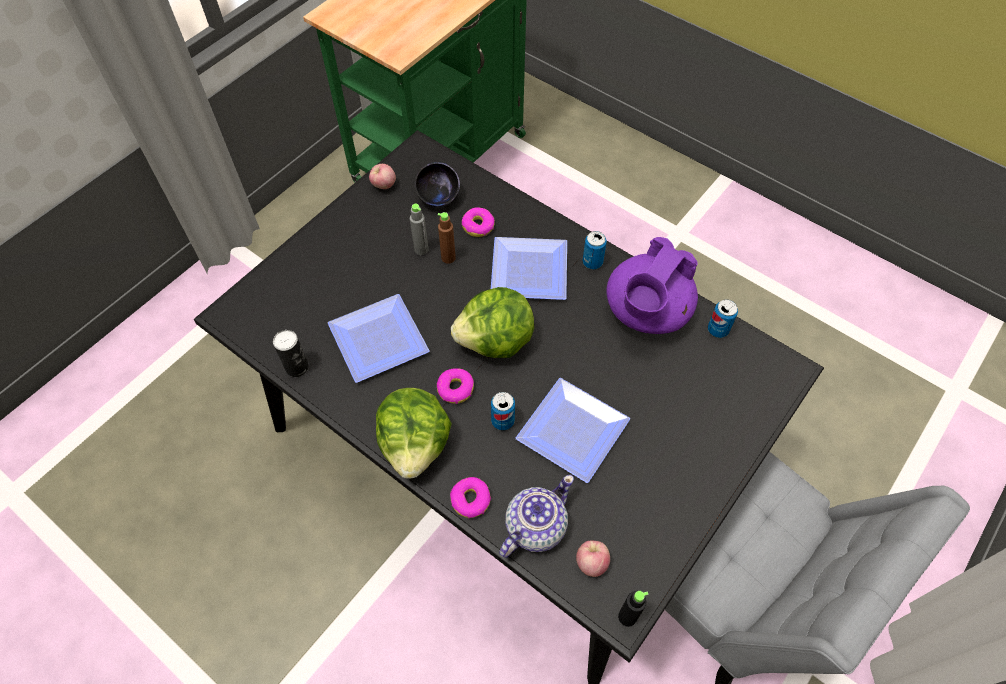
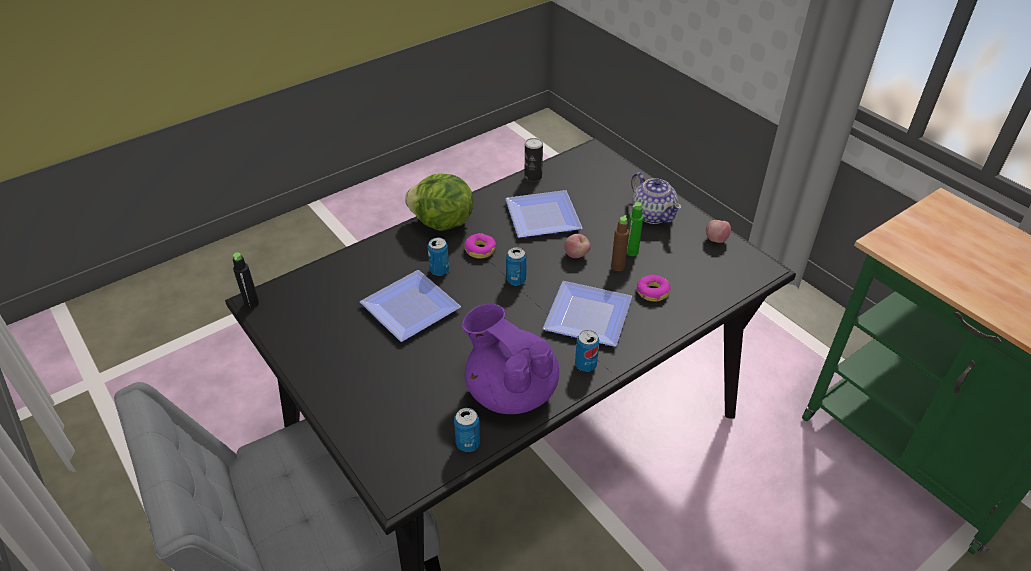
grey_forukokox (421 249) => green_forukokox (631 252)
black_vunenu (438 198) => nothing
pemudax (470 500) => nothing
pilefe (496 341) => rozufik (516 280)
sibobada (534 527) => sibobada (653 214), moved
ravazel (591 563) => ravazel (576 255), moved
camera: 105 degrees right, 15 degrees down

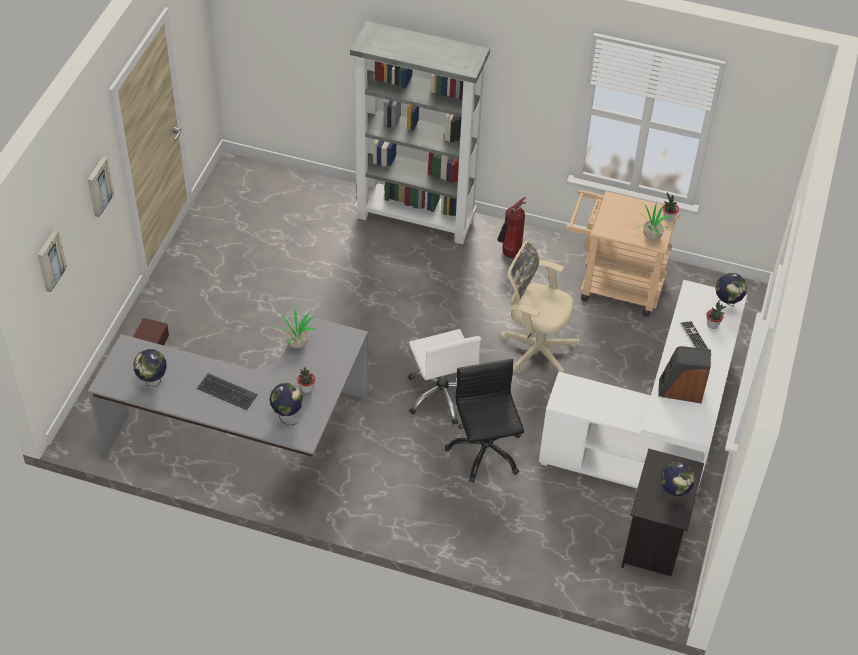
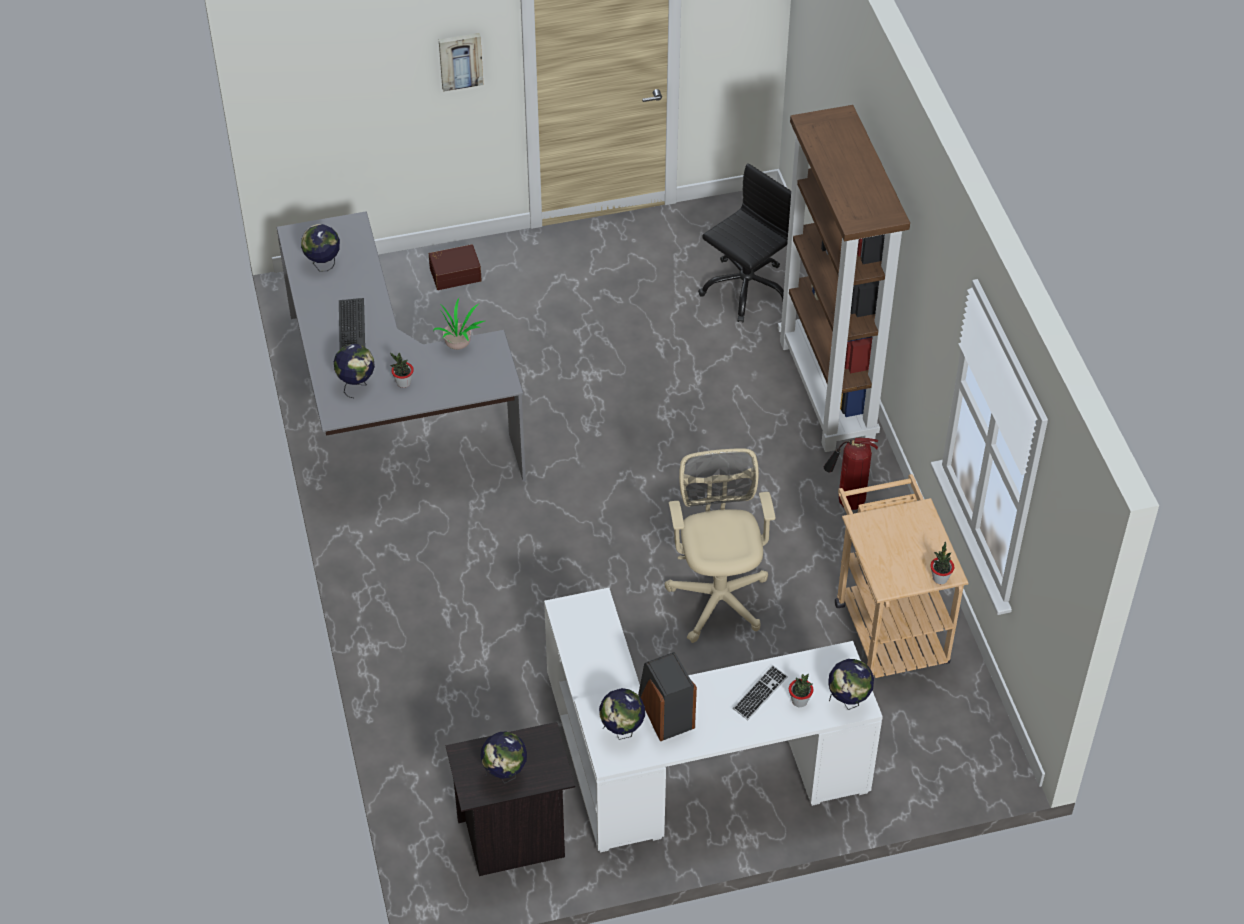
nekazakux (50 260) => nothing
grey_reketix (416 218) => brown_reketix (828 392)
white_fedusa (442 395) => nothing
black_fedusa (485 451) => black_fedusa (745 288), moved
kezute (650 236) => nothing
nothing => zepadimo (622 731)
camera: 60 degrees right, 0 degrees up

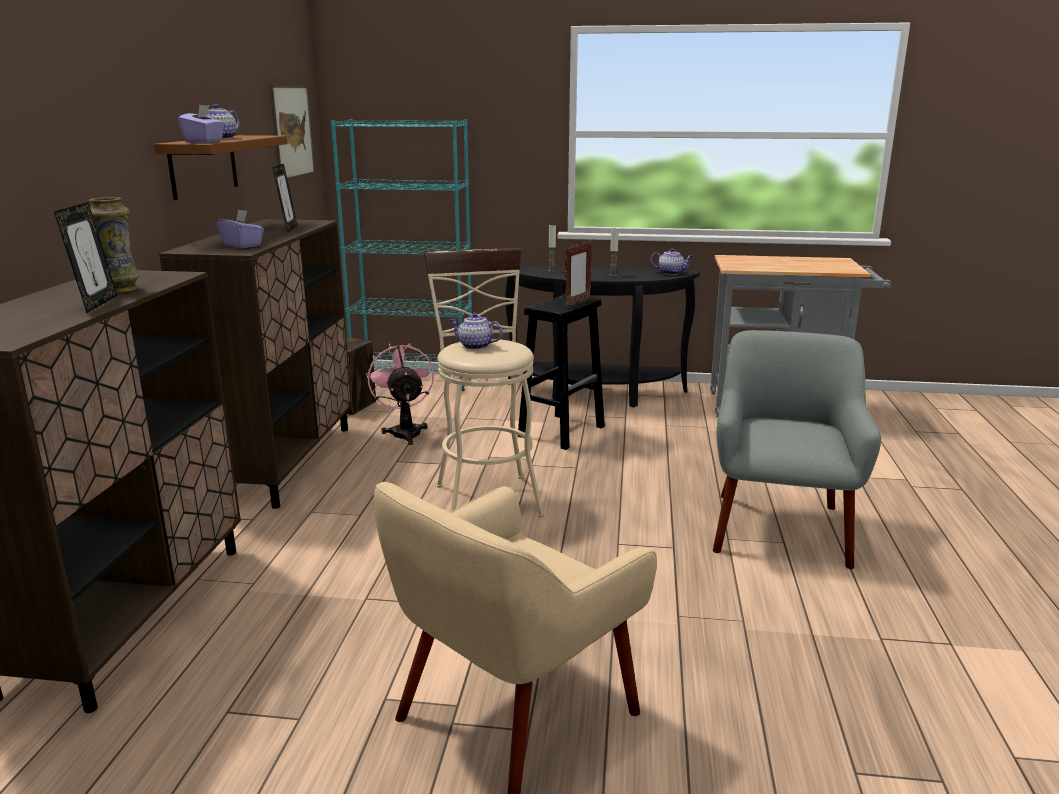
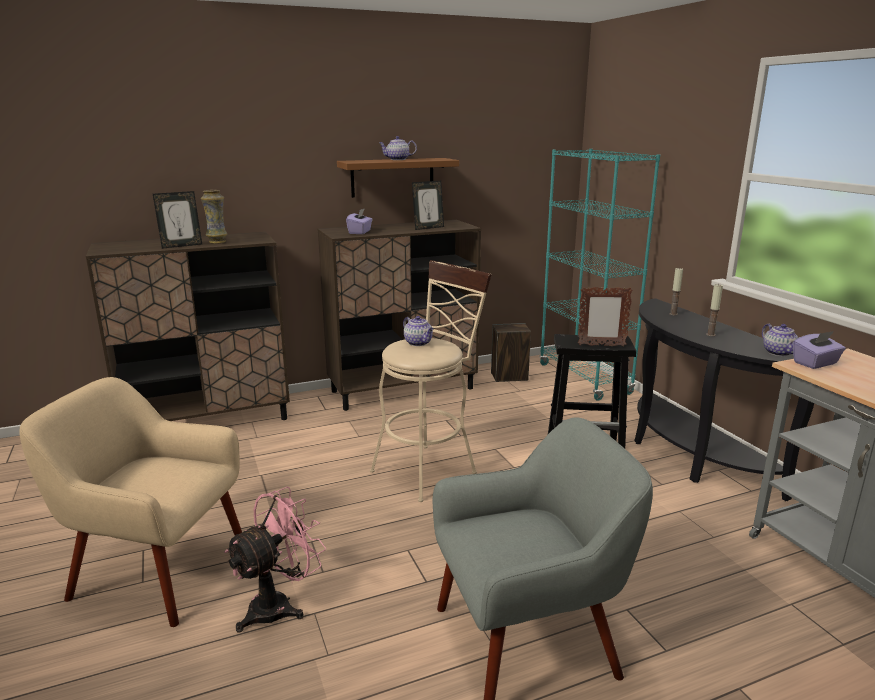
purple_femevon (204 142) => purple_femevon (815 363), moved
nekazakux (292 132) => nothing
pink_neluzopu (405 431) => pink_neluzopu (279 605), moved
sibobada (475 346) => sibobada (419 343), 150 degrees clockwise
camera: 60 degrees right, 0 degrees up

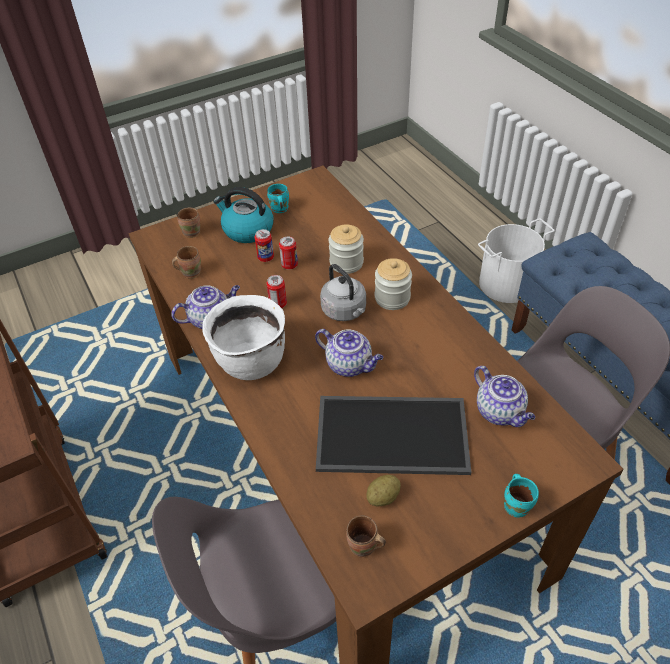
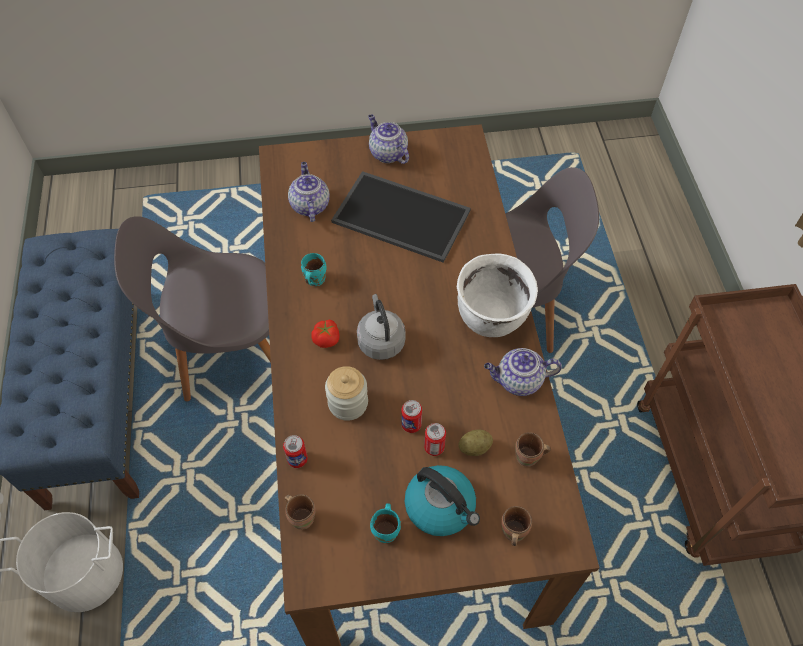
rozufik (278 304) => rozufik (297 459), moved
sibobada (350 365) => sibobada (387 153), moved
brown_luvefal (363 548) => brown_luvefal (302 516), moved
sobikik (383 497) => sobikik (474 447), moved
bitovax (392 298) => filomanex (327 339)
turquoise_luvefal (517 505) => turquoise_luvefal (314 279), moved
camera: 160 degrees left, 10 degrees up

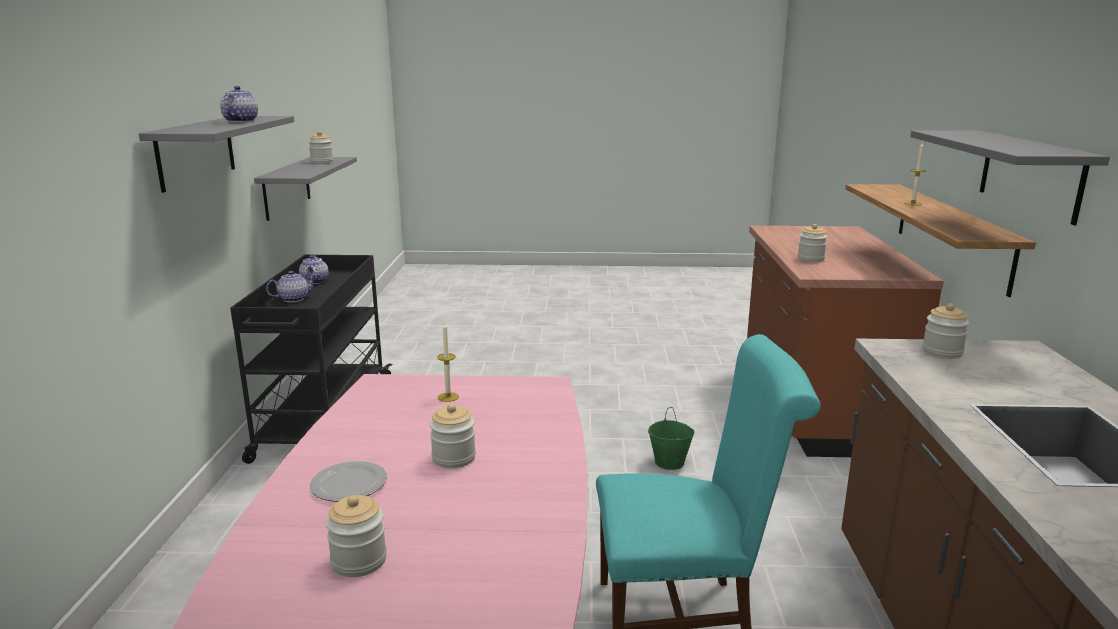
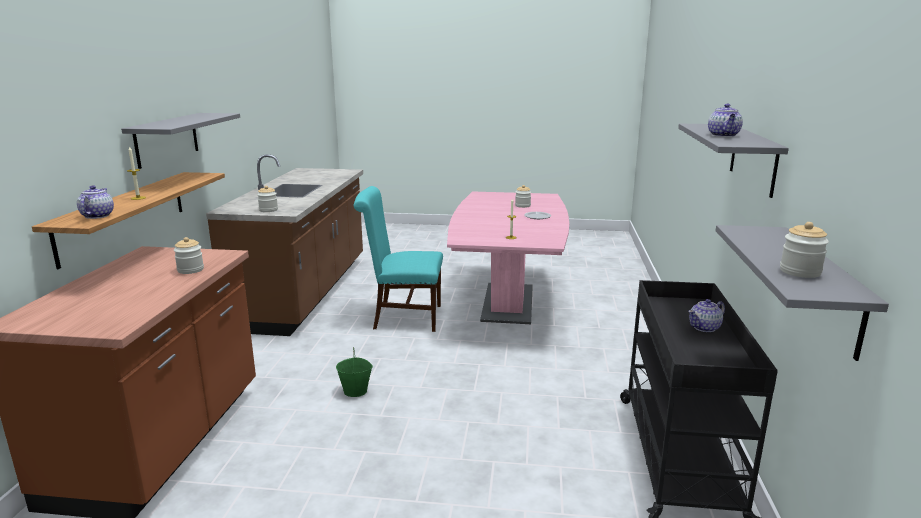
sibobada (315 281) => sibobada (97 216), moved
bitovax (453 458) => nothing
camera: 175 degrees left, 0 degrees up

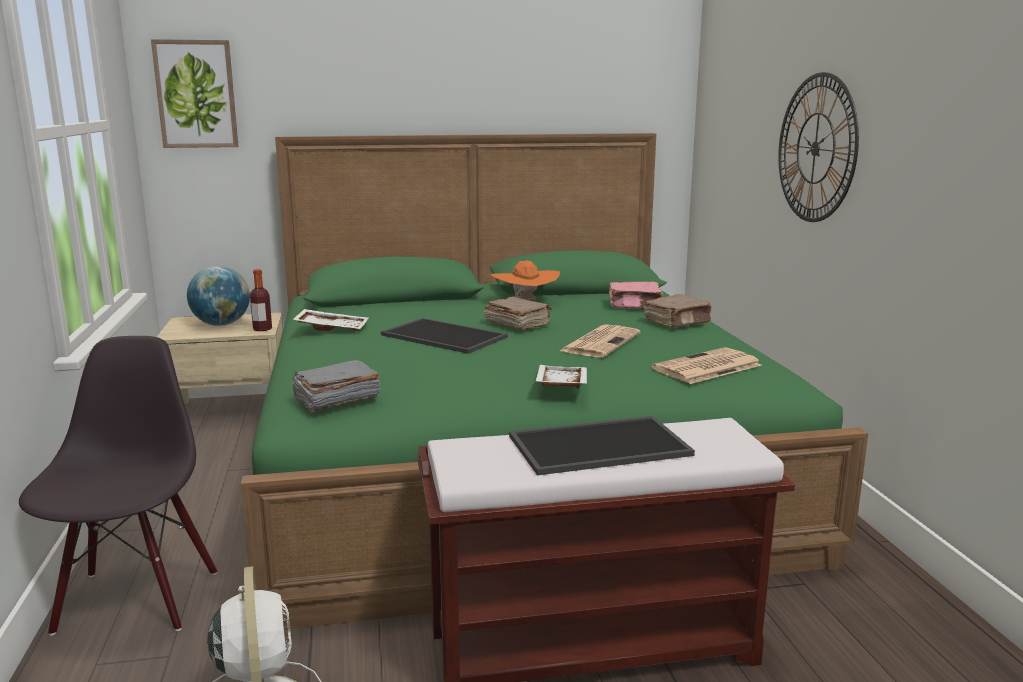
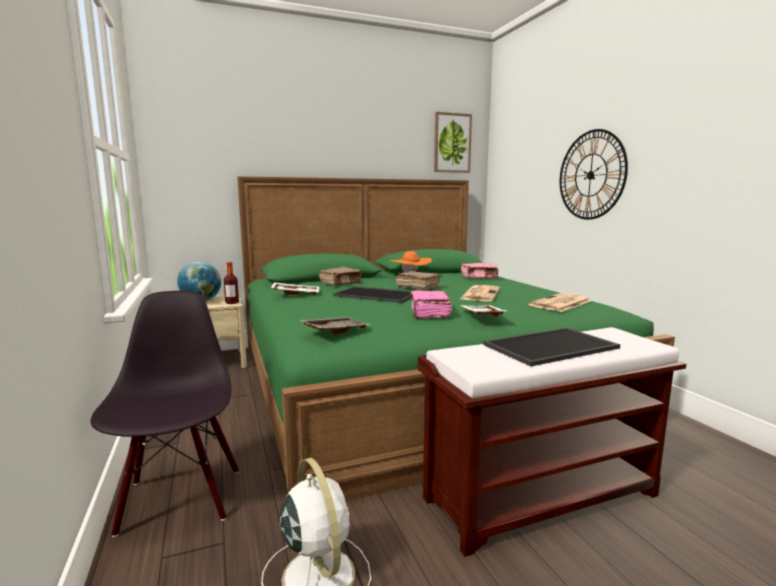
nekazakux (196 94) => nekazakux (452 143), moved
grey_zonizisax (335 399) => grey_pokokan (334 331)
brown_zonizisax (677 322) => brown_zonizisax (341 283), moved
nothing => pink_zonizisax (429 313)
camera: 10 degrees left, 5 degrees down

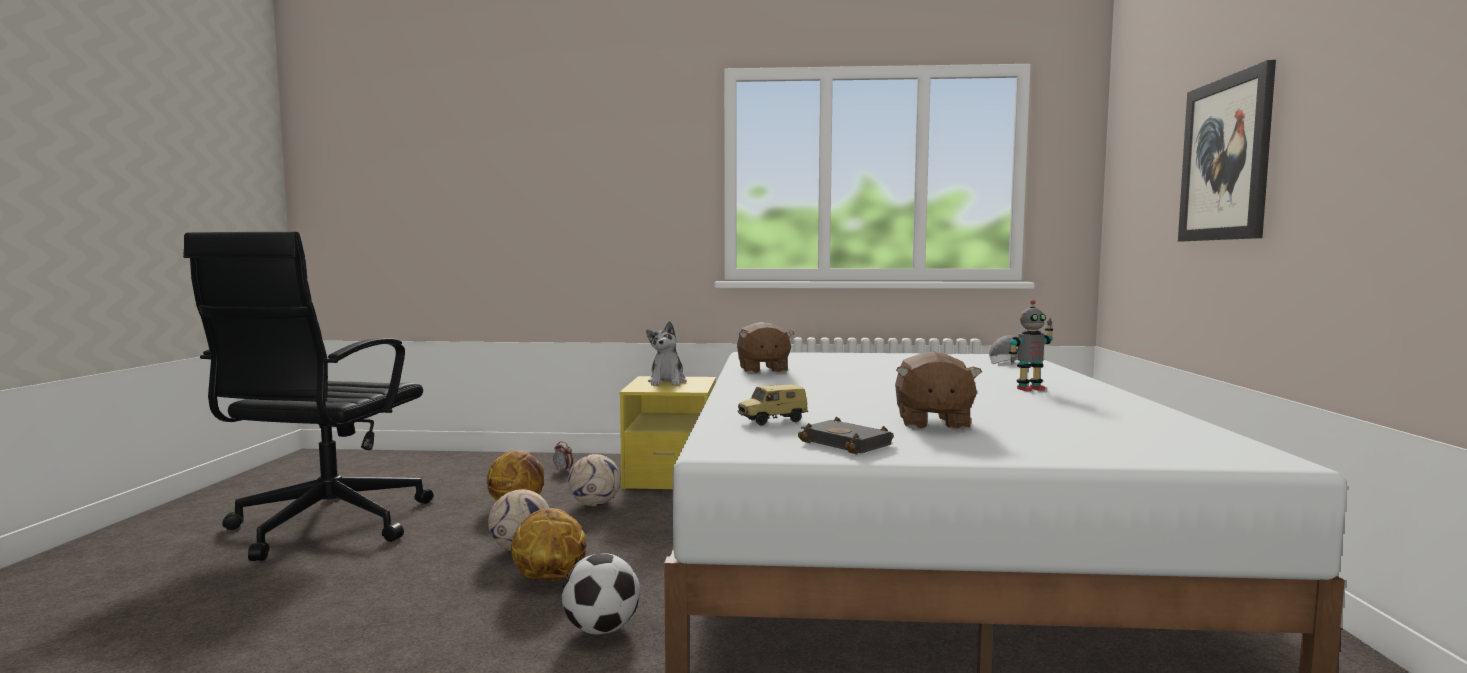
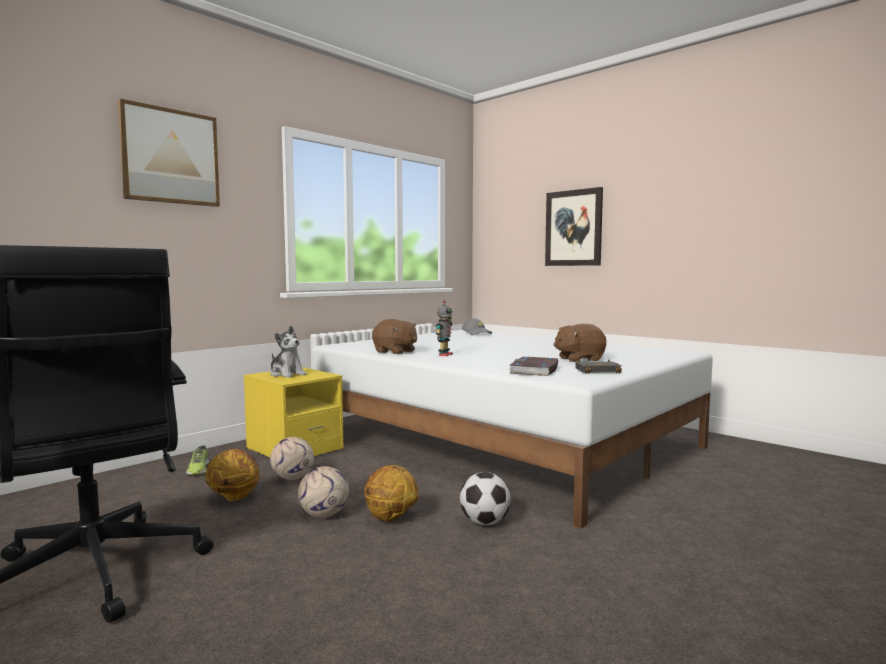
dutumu (563 470) => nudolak (198 469)
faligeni (773 421) => zonizisax (535 370)
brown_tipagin (932 422) => brown_tipagin (579 359), 120 degrees clockwise
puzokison (1029 389) => puzokison (444 355), moved
nothing => nekazakux (170 156)
camera: 50 degrees left, 0 degrees up

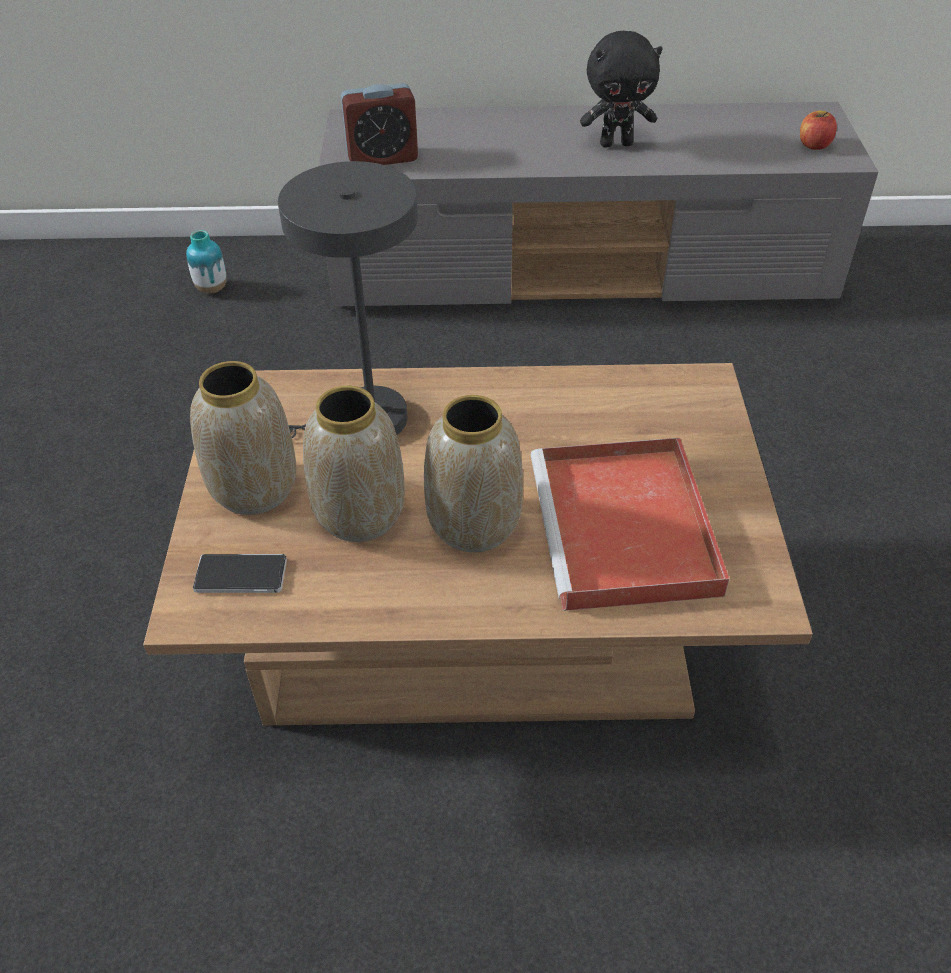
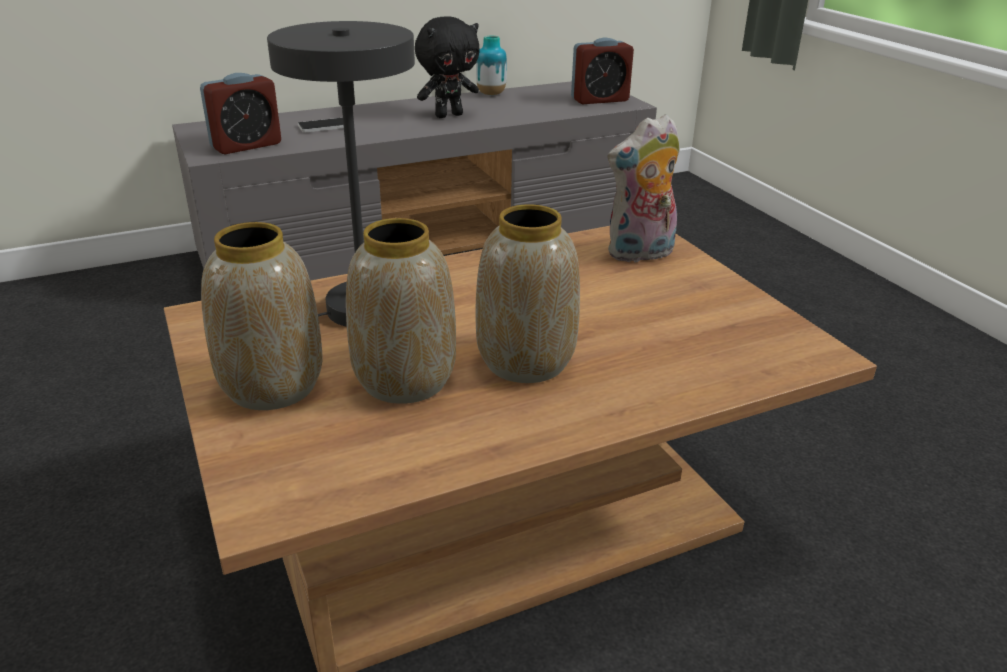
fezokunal (212 289) => fezokunal (491 94), moved
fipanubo (241 575) => fipanubo (324 127), moved
red_pokokan (626 531) => nothing
ravazel (814 145) => dutumu (599 100)
nothing => tipagin (640 254)
camera: 25 degrees left, 15 degrees down

